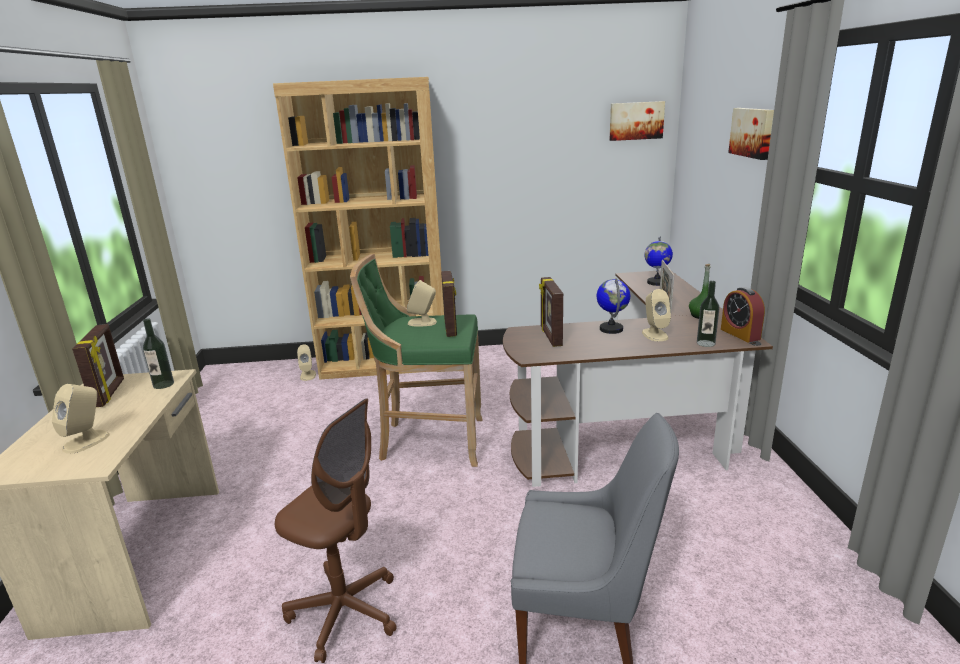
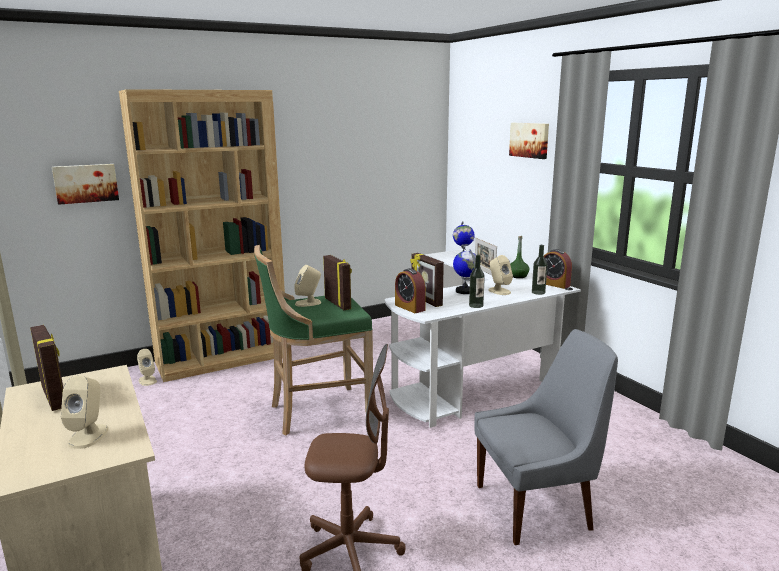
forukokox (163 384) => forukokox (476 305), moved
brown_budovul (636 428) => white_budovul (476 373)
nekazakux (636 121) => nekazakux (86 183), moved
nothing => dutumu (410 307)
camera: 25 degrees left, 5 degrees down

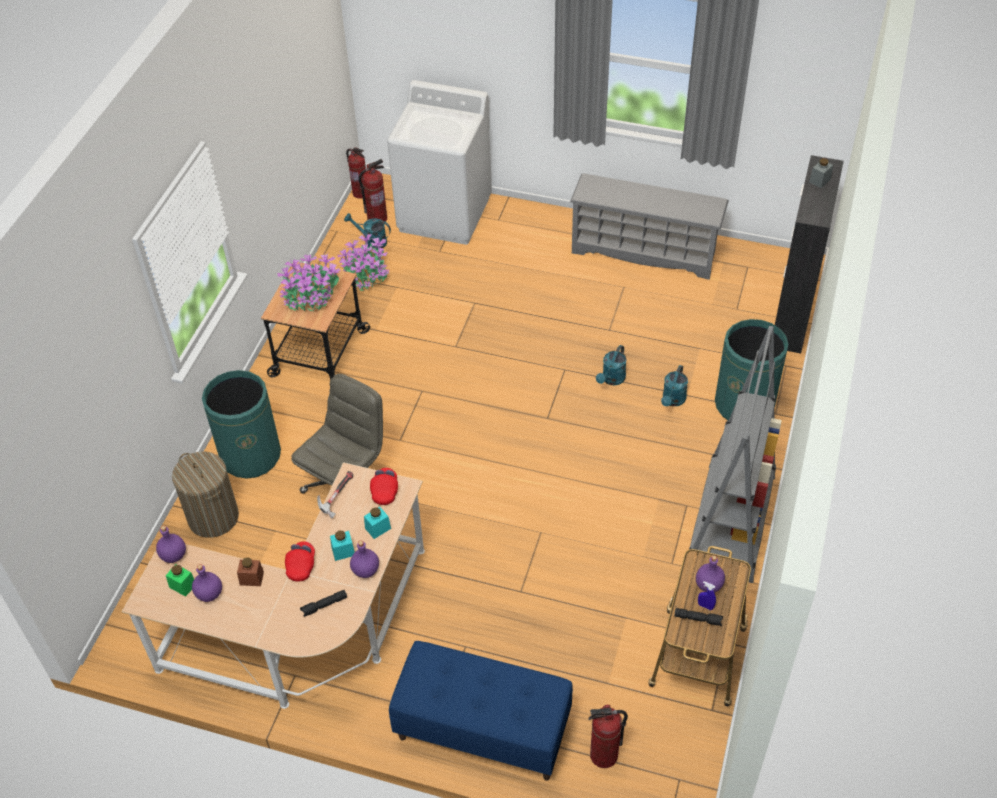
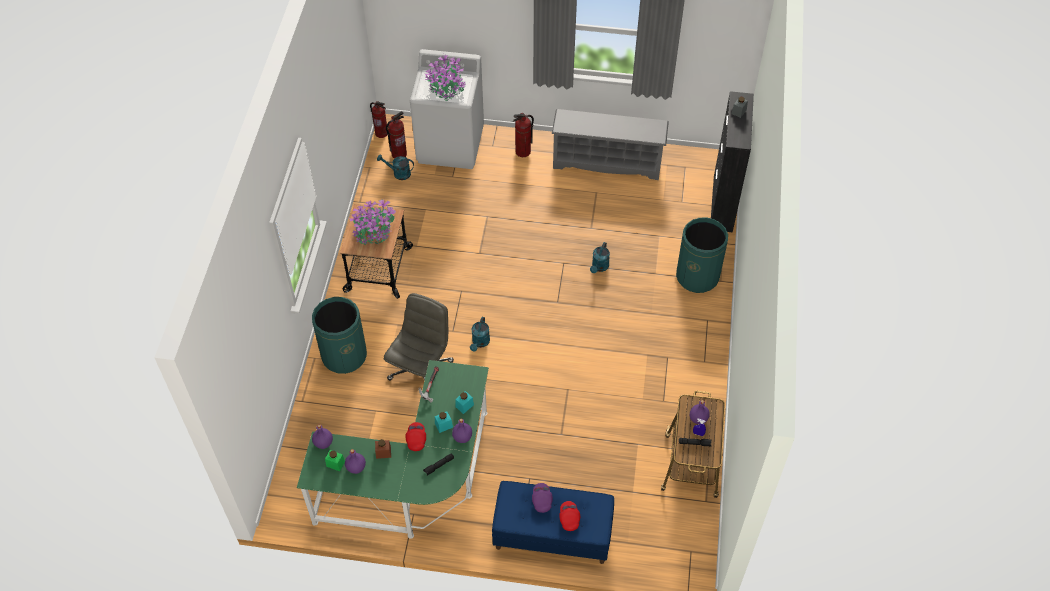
beige_budovul (307 633) => green_budovul (415 483)
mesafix (213 517) => nothing
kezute (366 275) => kezute (446 88), moved
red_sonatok (385 490) => red_sonatok (569 518), moved
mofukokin (604 755) => mofukokin (523 152), moved
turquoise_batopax (673 401) => turquoise_batopax (480 343), moved
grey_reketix (730 522) => nothing
nothing => purple_sonatok (542 500)
camera: 10 degrees left, 5 degrees up

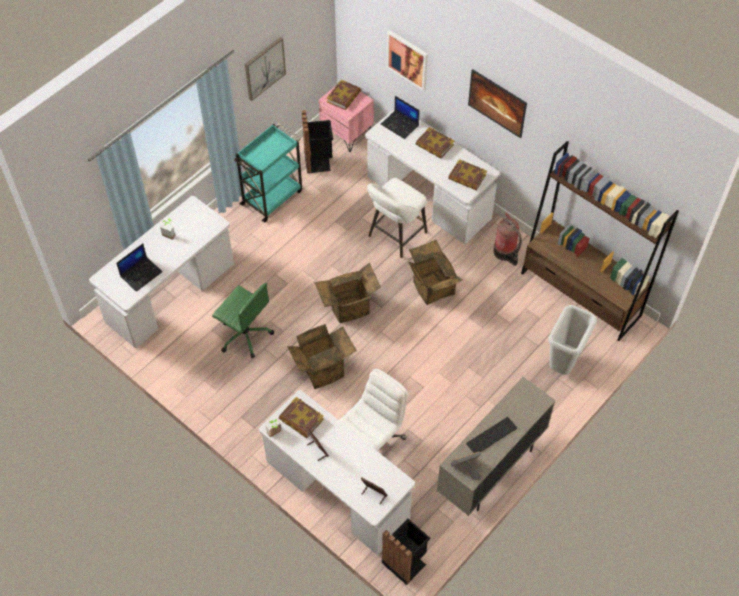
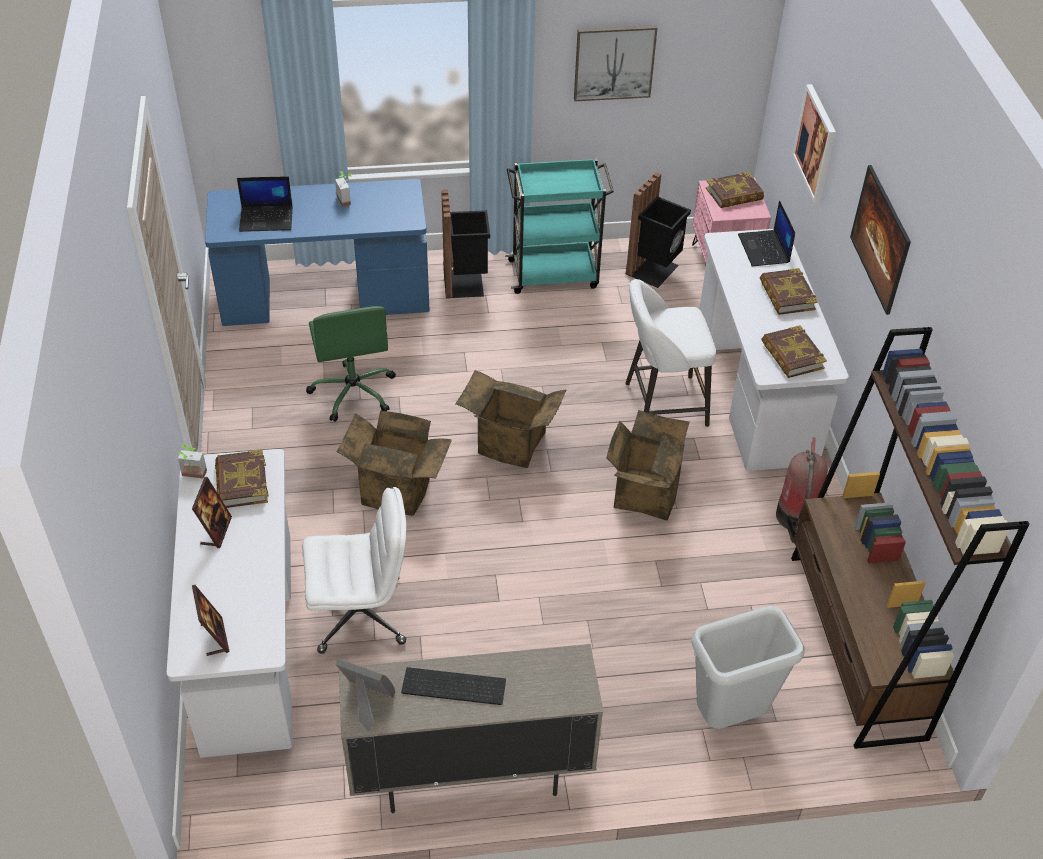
white_budovul (170 293) => blue_budovul (325 298)
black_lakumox (405 562) => black_lakumox (466 282), moved
camera: 40 degrees right, 10 degrees down

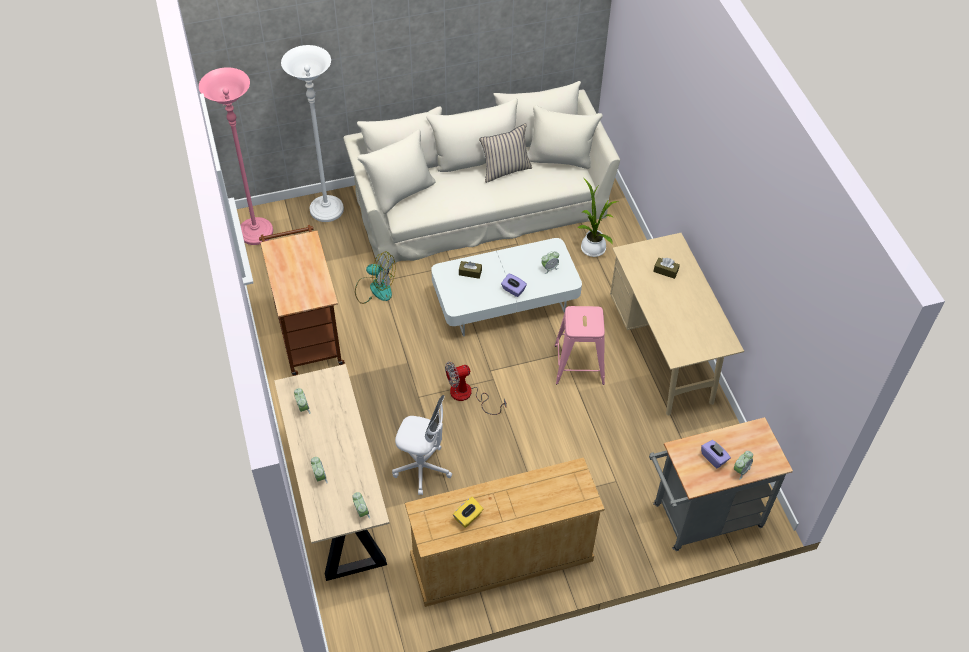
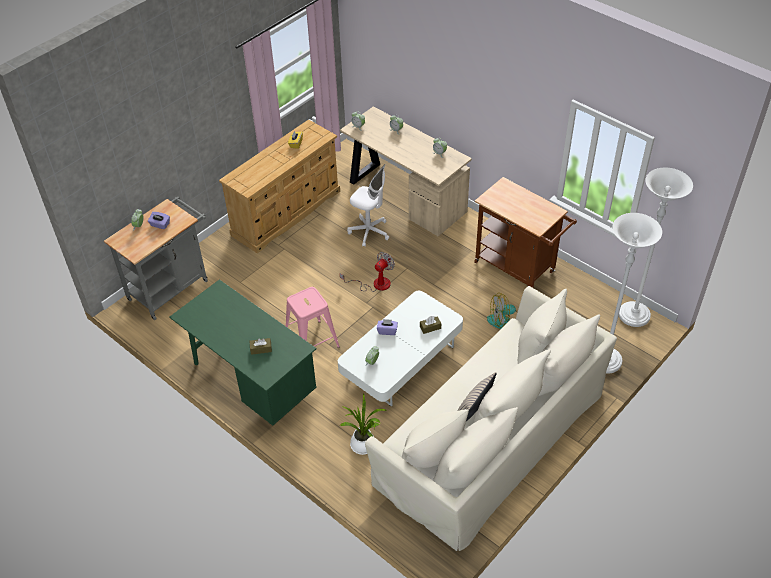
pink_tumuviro (256 233) => white_tumuviro (633 315)
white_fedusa (422 468) => white_fedusa (369 232), 135 degrees counterclockwise
beige_budovul (664 353) => green_budovul (251 383)
camera: 150 degrees right, 5 degrees down

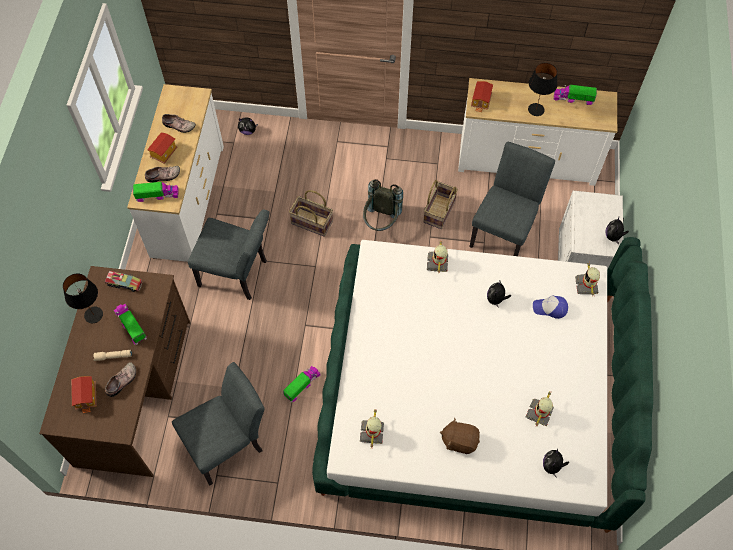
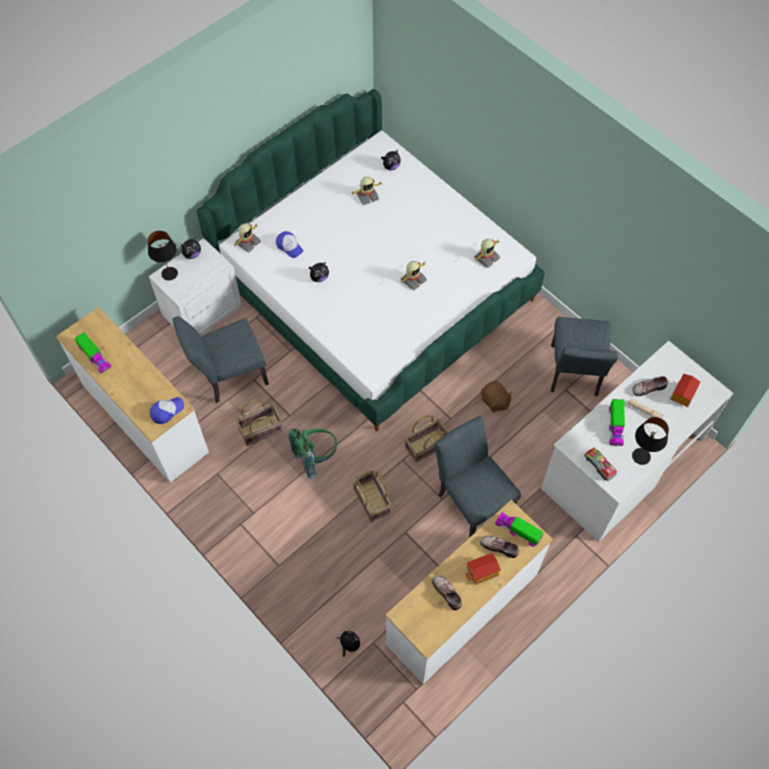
brown_budovul (135 391) => white_budovul (622 463)
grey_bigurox (229 443) => grey_bigurox (574 375), 90 degrees counterclockwise
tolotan (302 385) => nothing
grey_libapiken (381 222) => green_libapiken (316 456)
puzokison (438 263) => puzokison (413 280), moved
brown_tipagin (459 440) => brown_tipagin (494 401), moved
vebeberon (481 101) => sonatok (167 411)
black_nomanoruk (535 109) => black_nomanoruk (169 273), moved
nothing => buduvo (426 446)
camera: 140 degrees left, 0 degrees up

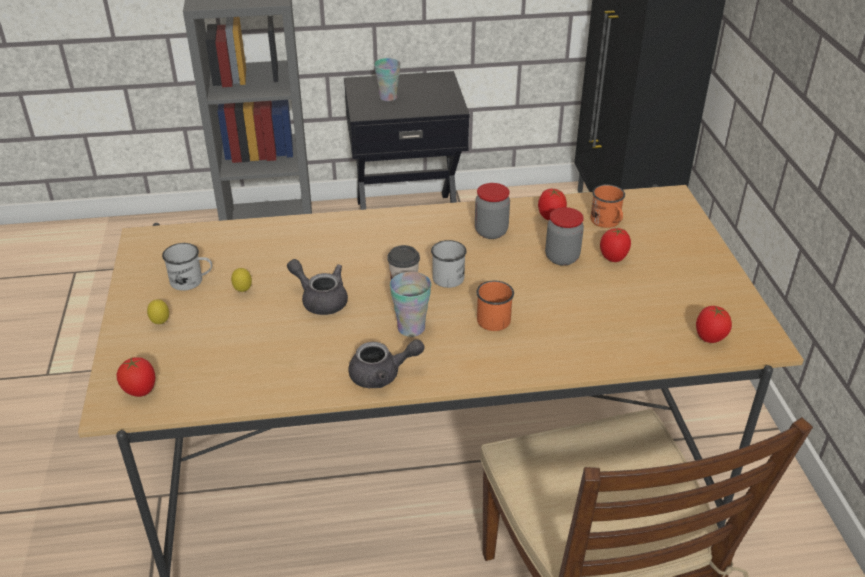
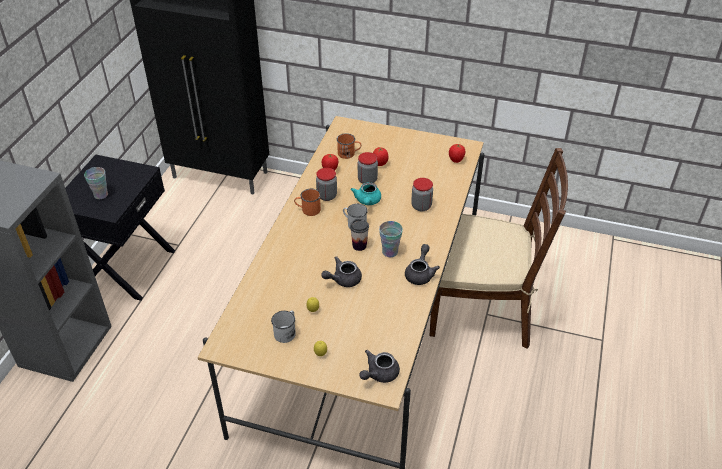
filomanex (141 391) => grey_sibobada (379 374)
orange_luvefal (491 317) => orange_luvefal (308 210), moved
nothing => turquoise_sibobada (367 201)
nothing => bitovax (421 206)
camera: 65 degrees left, 5 degrees up

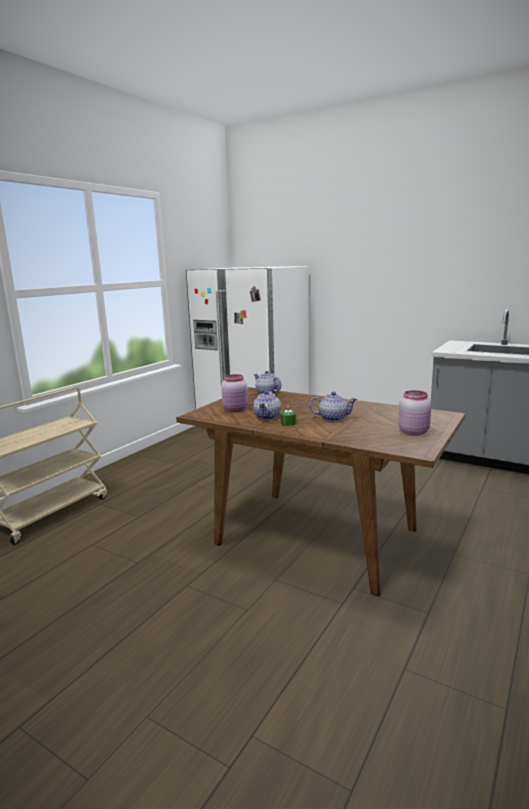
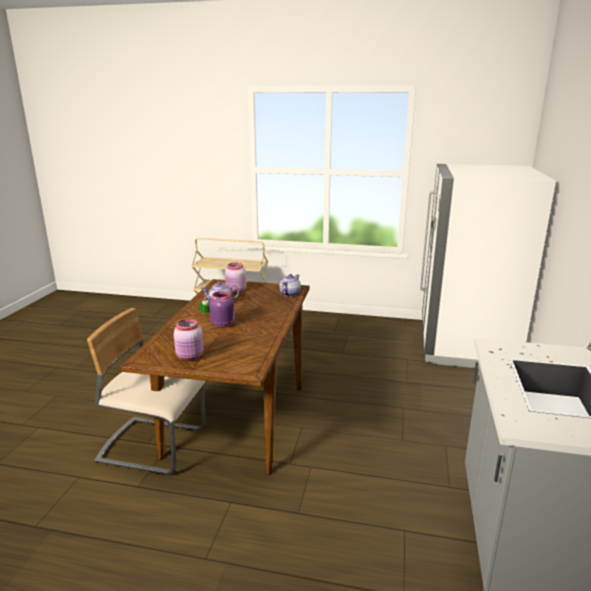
sibobada (333 418) => purple_bitovax (223 324)
nothing => beige_bigurox (153 445)
camera: 70 degrees right, 5 degrees up

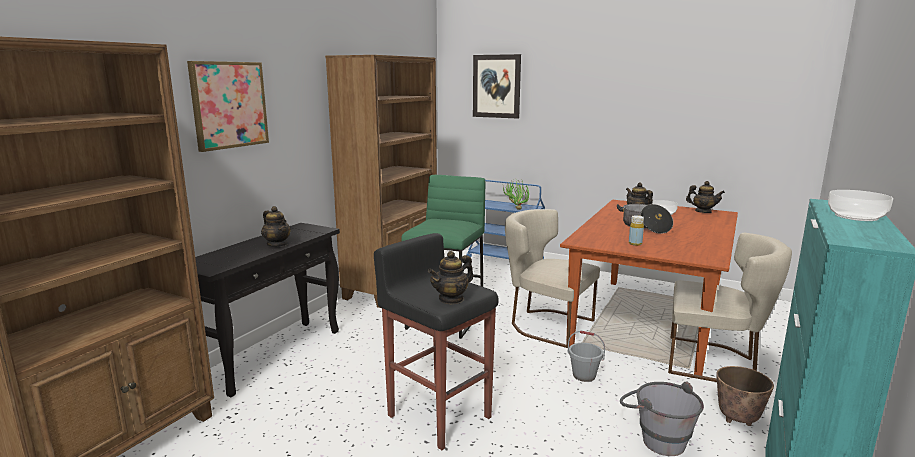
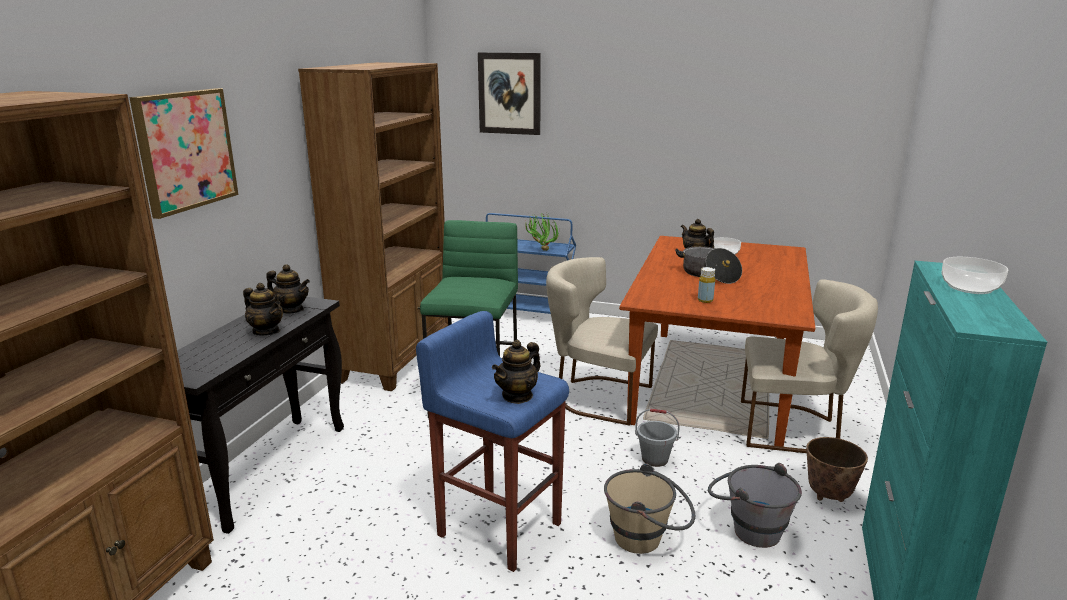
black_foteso (439 415) => blue_foteso (499 527)
sibobada (703 211) => sibobada (291 310), moved
nothing => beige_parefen (647 539)
camera: 10 degrees left, 5 degrees up

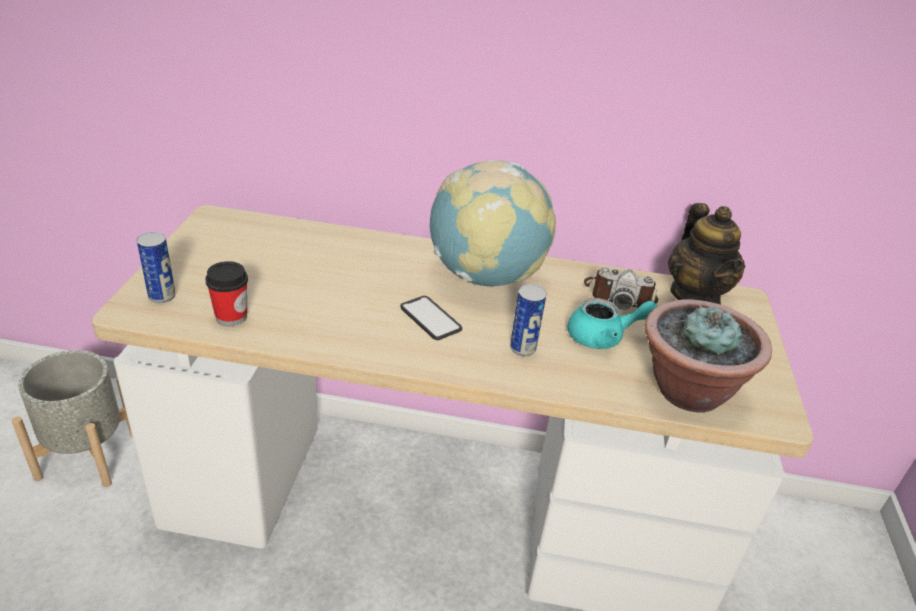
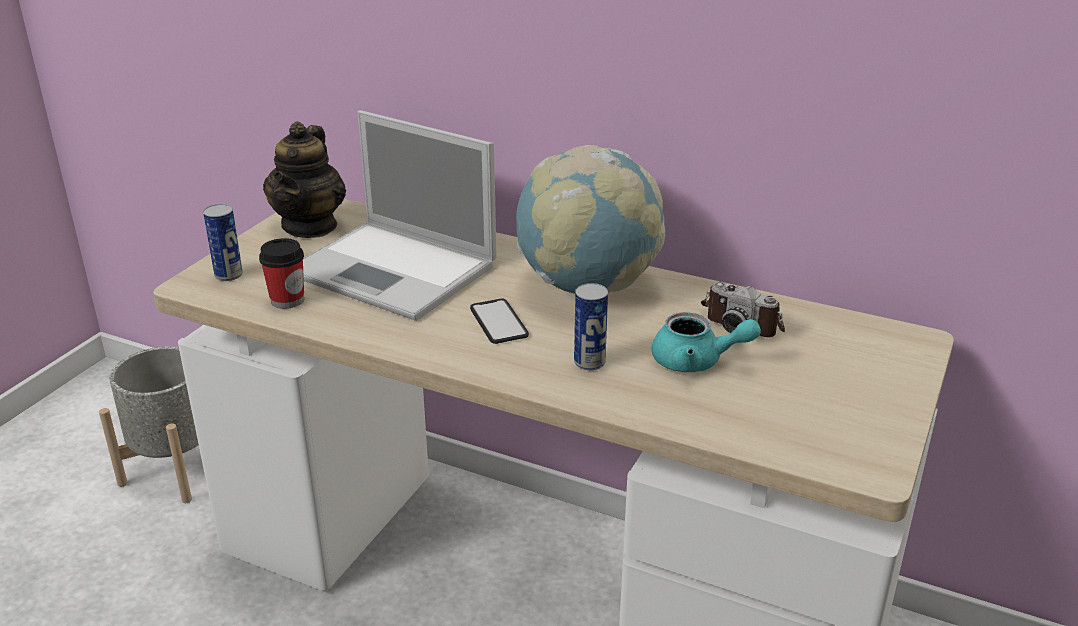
kezute (687 390) => nothing
sibobada (696 296) => sibobada (310 226), moved
nothing => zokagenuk (396 271)
camera: 20 degrees right, 5 degrees down

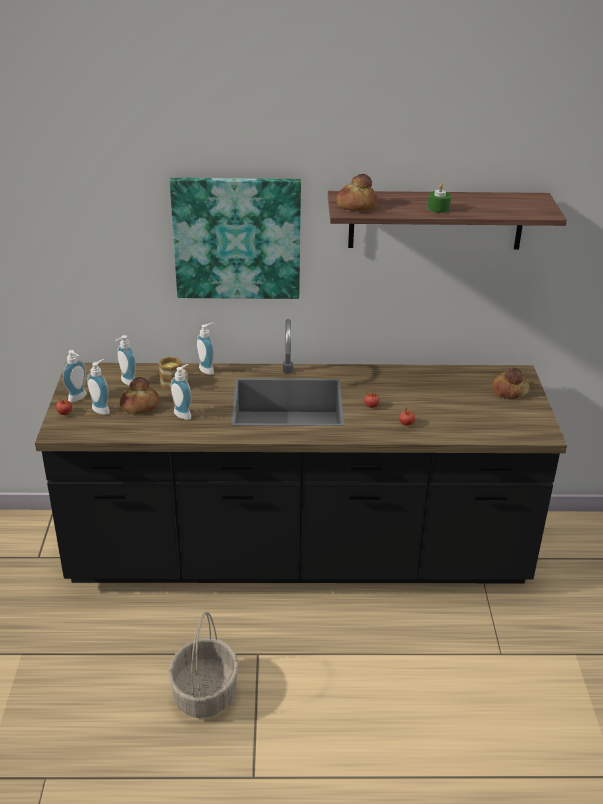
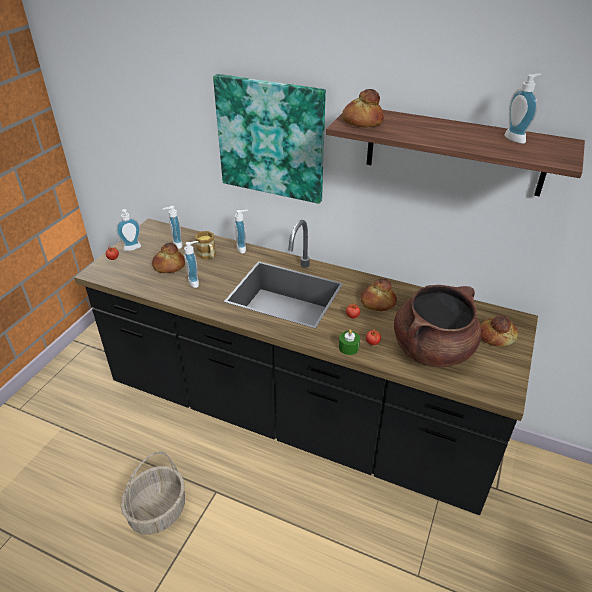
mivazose (102 409) => mivazose (517 138), moved
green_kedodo (438 208) => green_kedodo (348 347), moved
nothing => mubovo (377 303)
nothing => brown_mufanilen (432 349)
camera: 25 degrees right, 5 degrees up

